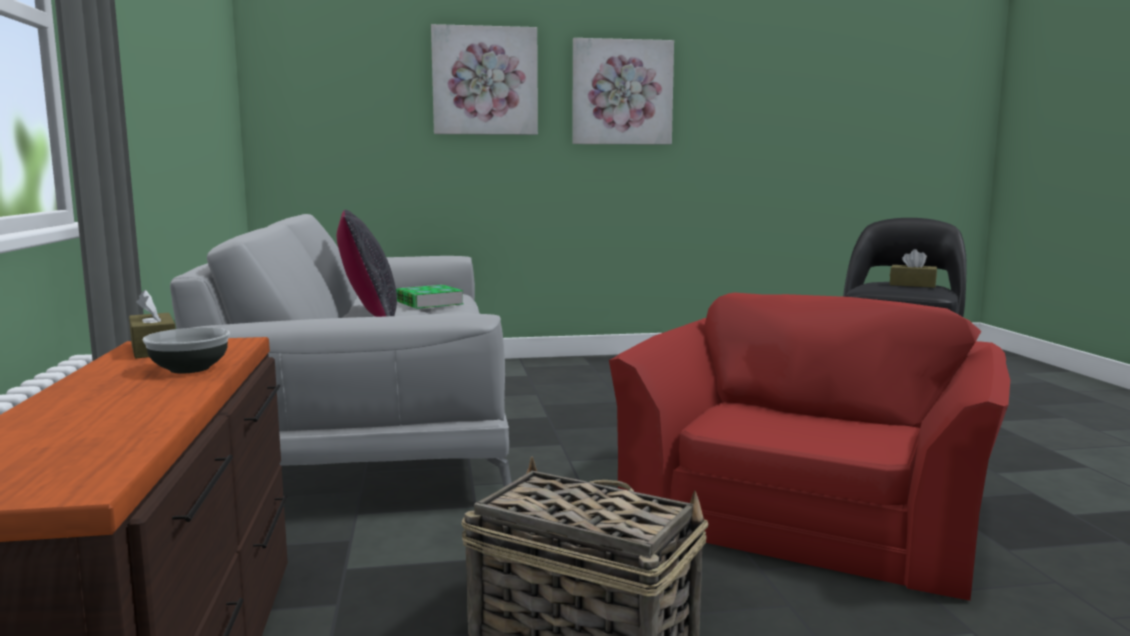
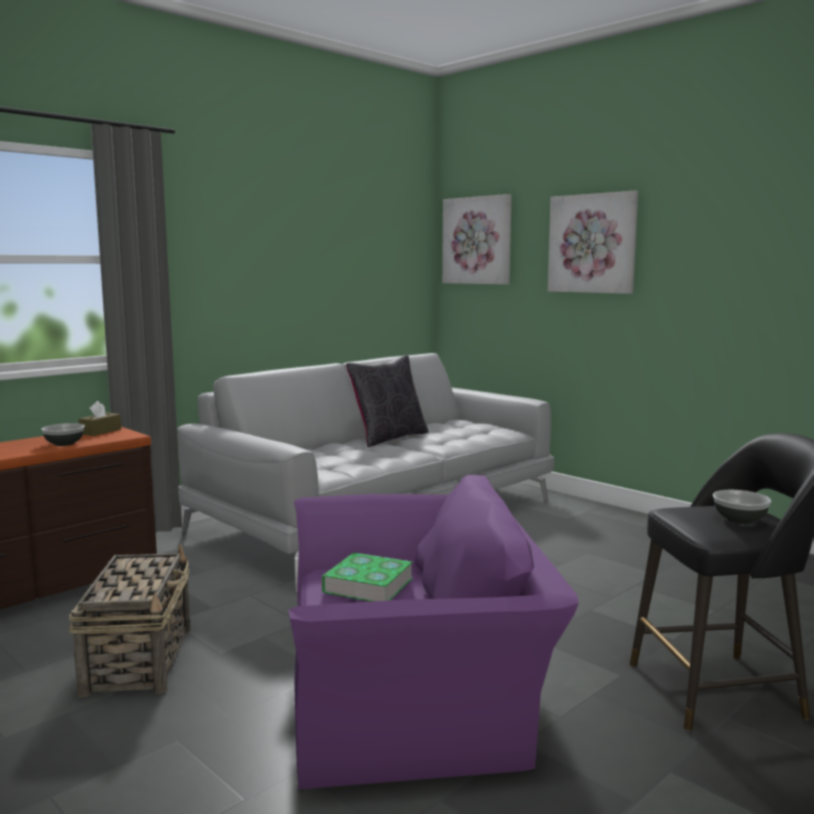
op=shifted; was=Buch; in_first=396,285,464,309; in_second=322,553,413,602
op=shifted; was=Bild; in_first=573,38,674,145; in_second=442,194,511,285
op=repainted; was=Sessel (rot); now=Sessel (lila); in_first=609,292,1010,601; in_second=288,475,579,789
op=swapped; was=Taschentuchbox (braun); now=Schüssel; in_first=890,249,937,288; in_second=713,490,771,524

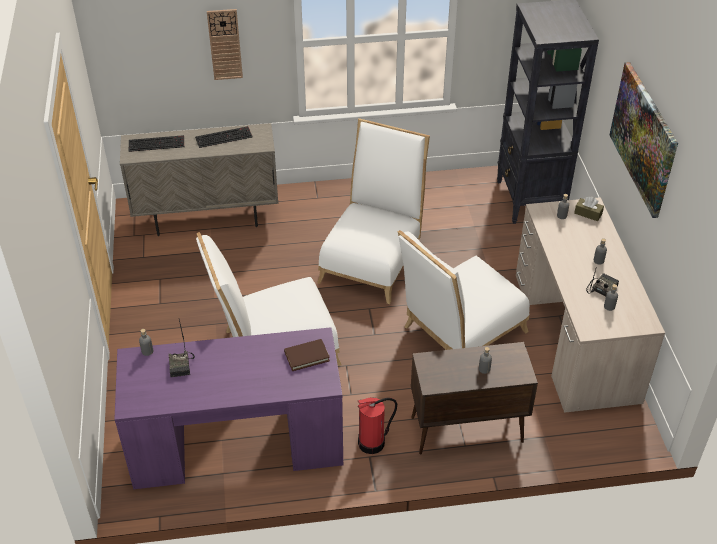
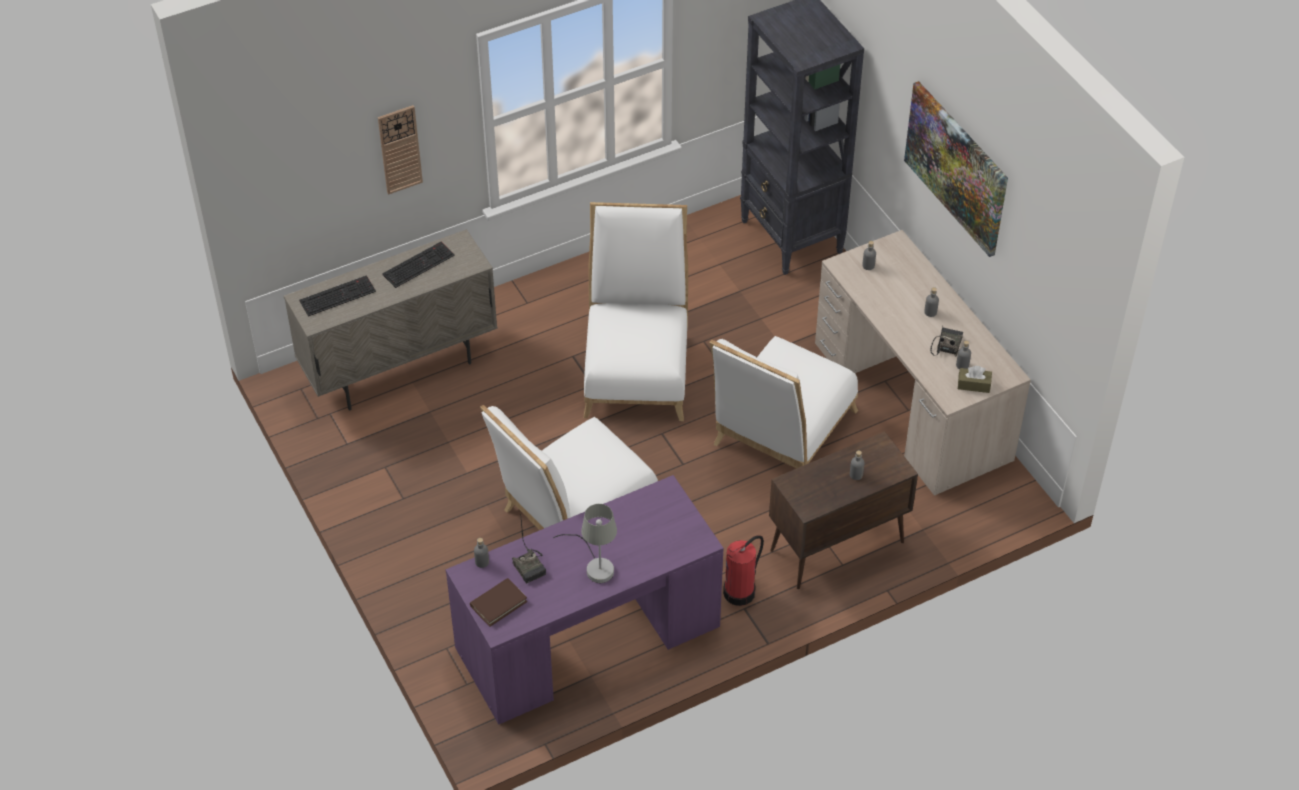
op=shifted; was=Buch (braun); in_first=284,339,330,371; in_second=470,578,527,627
op=shifted; was=Taschentuchbox (braun); in_first=574,197,604,221; in_second=958,366,992,393
op=new; now=Tischlampe (grau); in_second=553,504,617,583

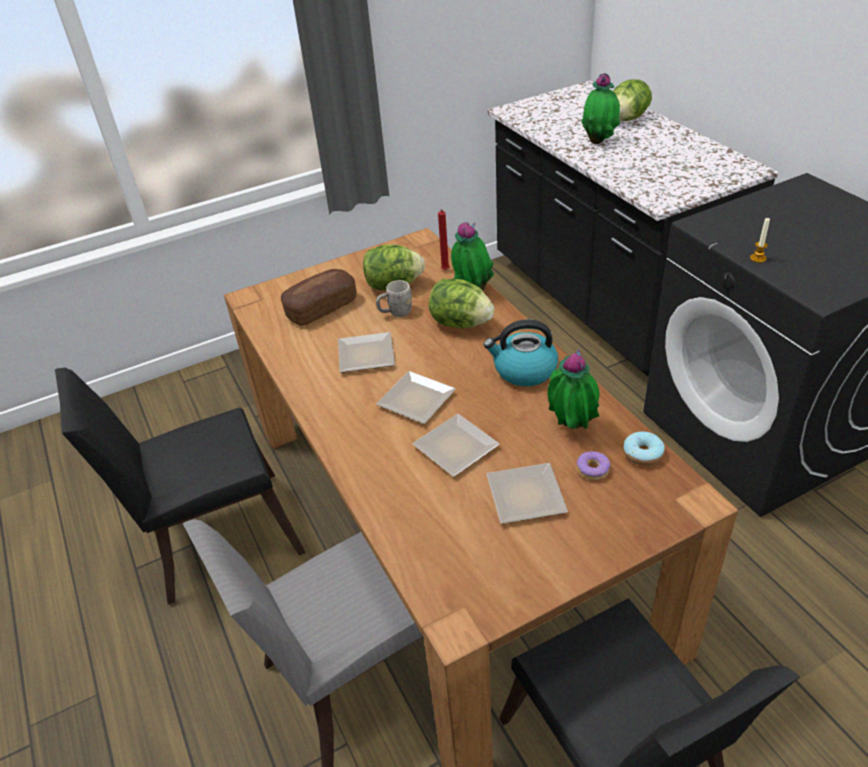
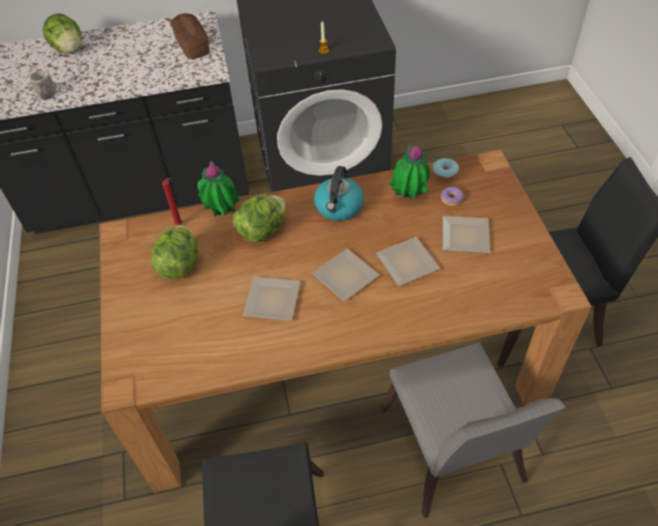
op=shifted; was=Brot; in_first=281,269,357,326; in_second=170,13,210,59
op=shifted; was=Henkelbecher (grau); in_first=376,280,412,317; in_second=30,70,55,100
op=gone; was=Topfpflanze; in_first=581,73,620,144

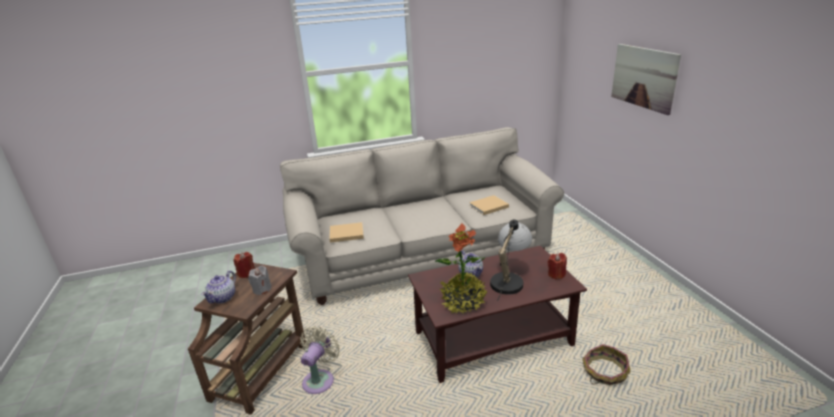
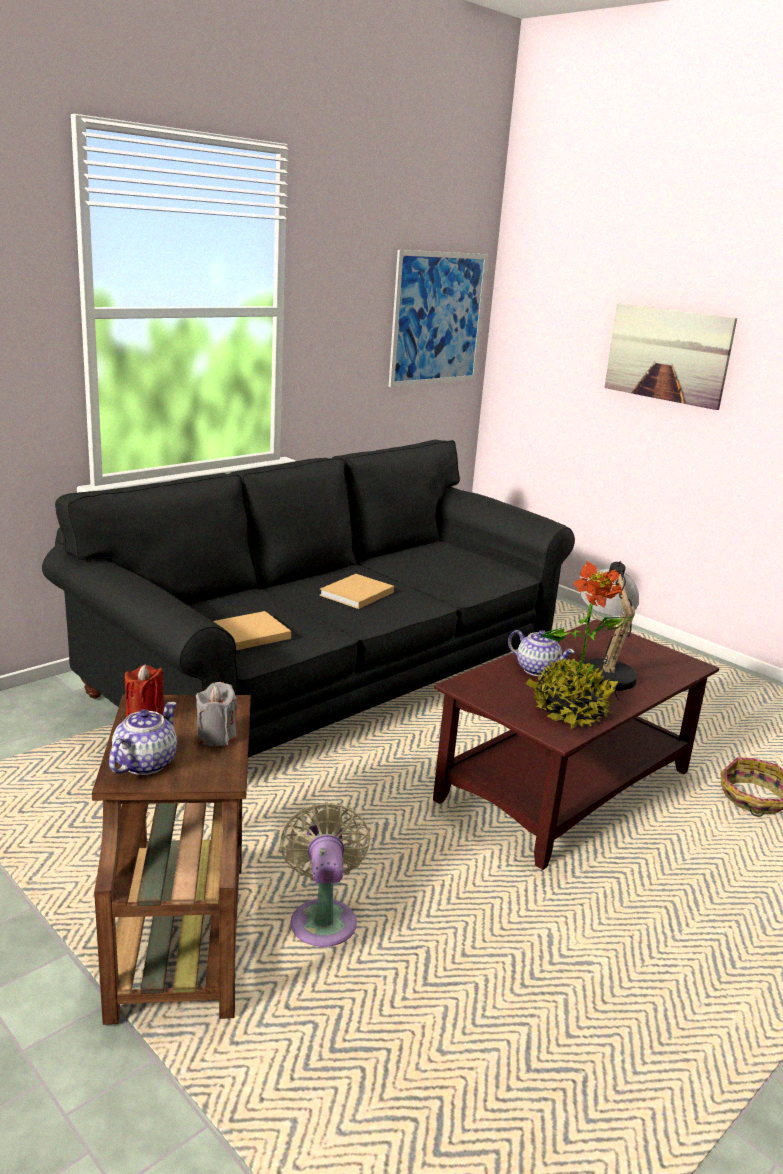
op=rotated; was=Teekanne; in_first=201,271,236,304; in_second=109,702,177,775; clockwise=-150
op=repainted; was=Sofa (beige); now=Sofa (schwarz); in_first=280,127,564,305; in_second=42,440,575,757
op=shifted; was=Buch (beige); in_first=469,195,509,215; in_second=319,574,394,609
op=gone; was=Kerze (rot); in_first=548,253,567,279
op=new; now=Bild; in_second=389,250,488,387

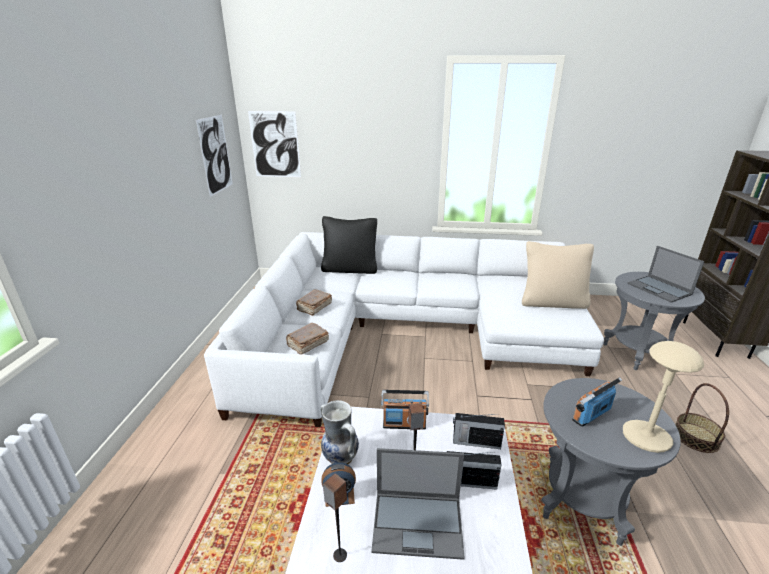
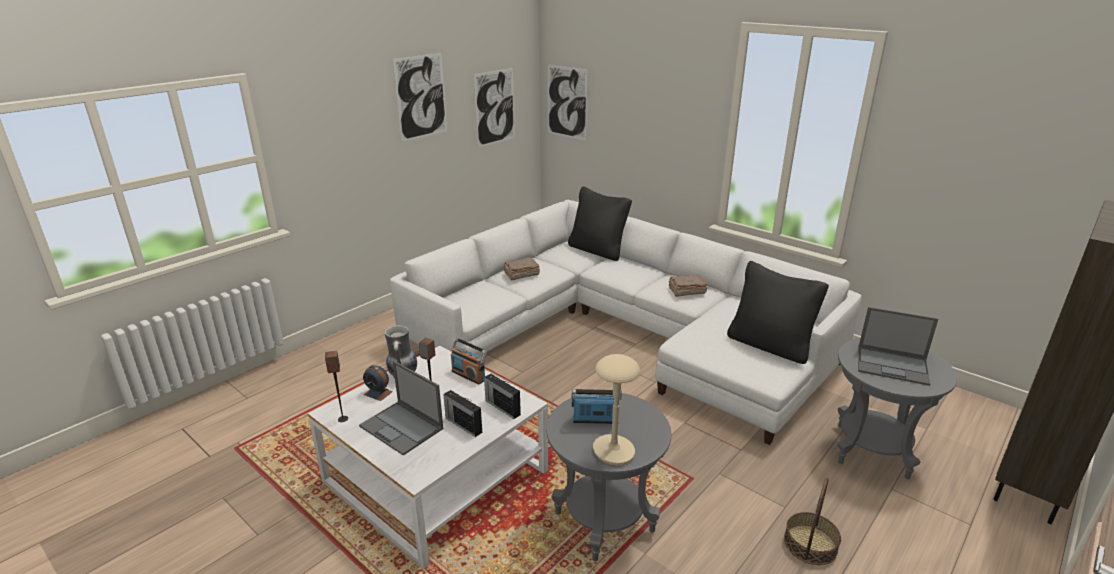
op=shifted; was=Buch (braun); in_first=286,323,329,354; in_second=669,274,708,297
op=repainted; was=Kissen (beige); now=Kissen (schwarz); in_first=522,241,594,309; in_second=727,261,829,364
op=rotated; was=Laptop; in_first=627,246,705,303; in_second=858,307,938,386; clockwise=-75
op=new; now=Bild; in_second=393,53,447,142

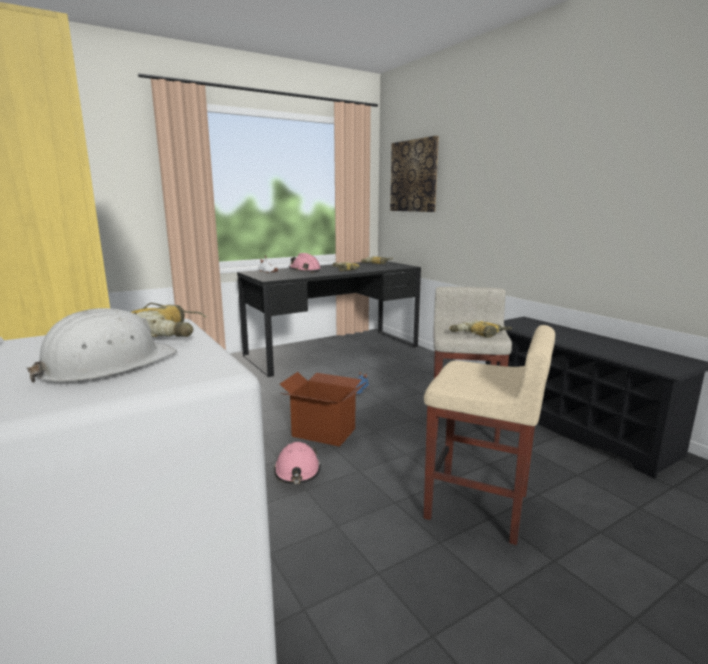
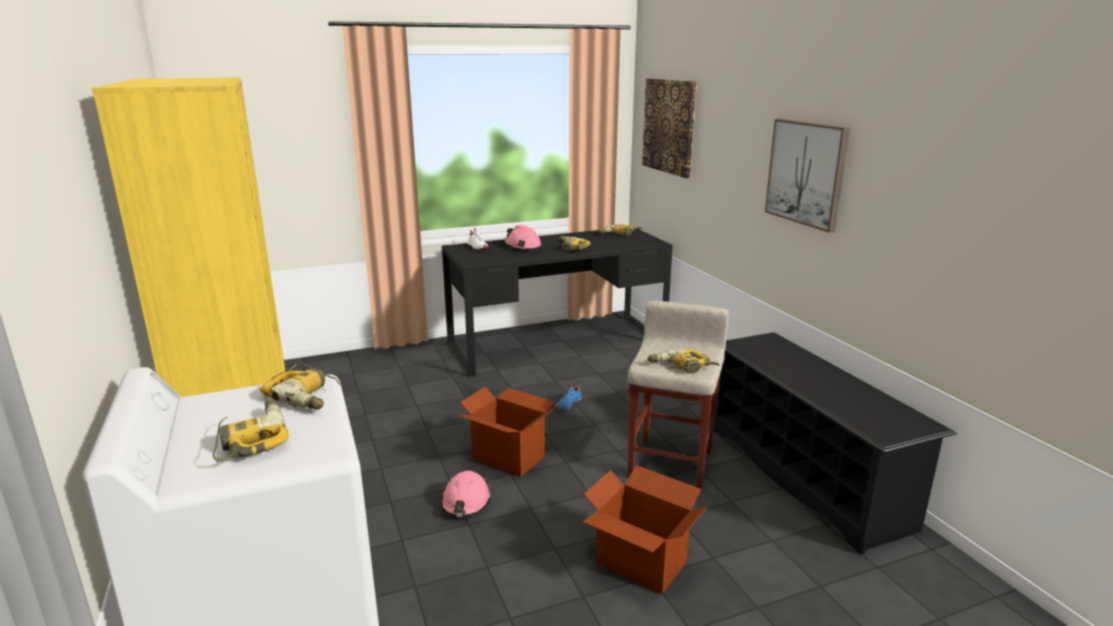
op=swapped; was=Schutzhelm (weiß); now=Bohrmaschine; in_first=27,308,177,383; in_second=213,399,288,461
op=swapped; was=Hocker (beige); now=Karton; in_first=424,325,555,545; in_second=583,465,707,595
op=new; now=Bild; in_second=765,119,850,233

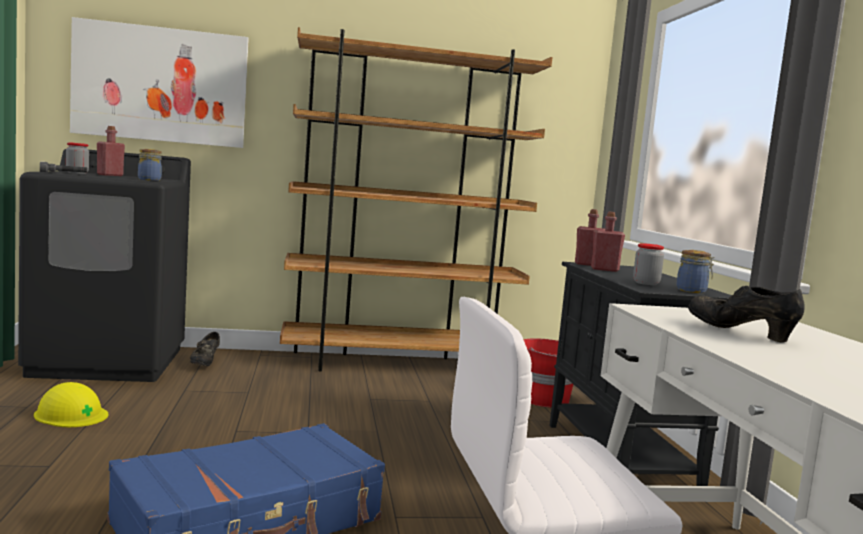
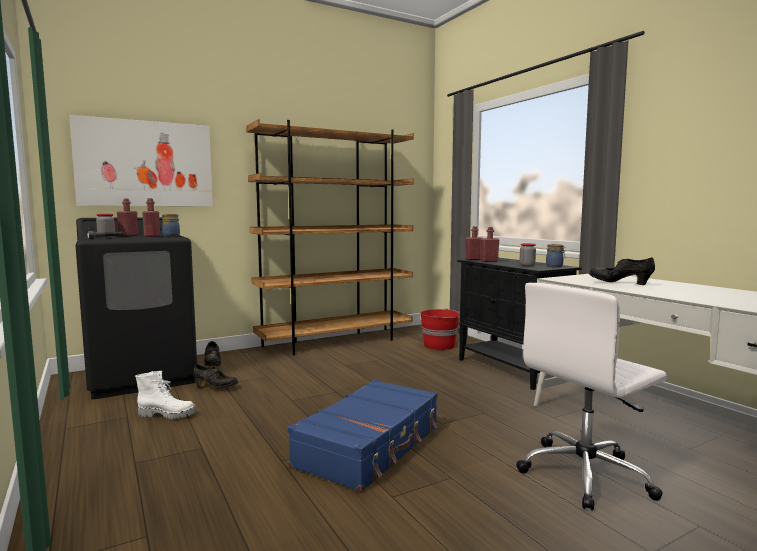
op=swapped; was=Schutzhelm (gelb); now=Stiefel (weiß); in_first=34,382,108,427; in_second=135,371,196,419
op=new; now=Flasche (rot); in_second=142,198,160,237
op=new; now=Schuh (schwarz); in_second=193,364,238,388

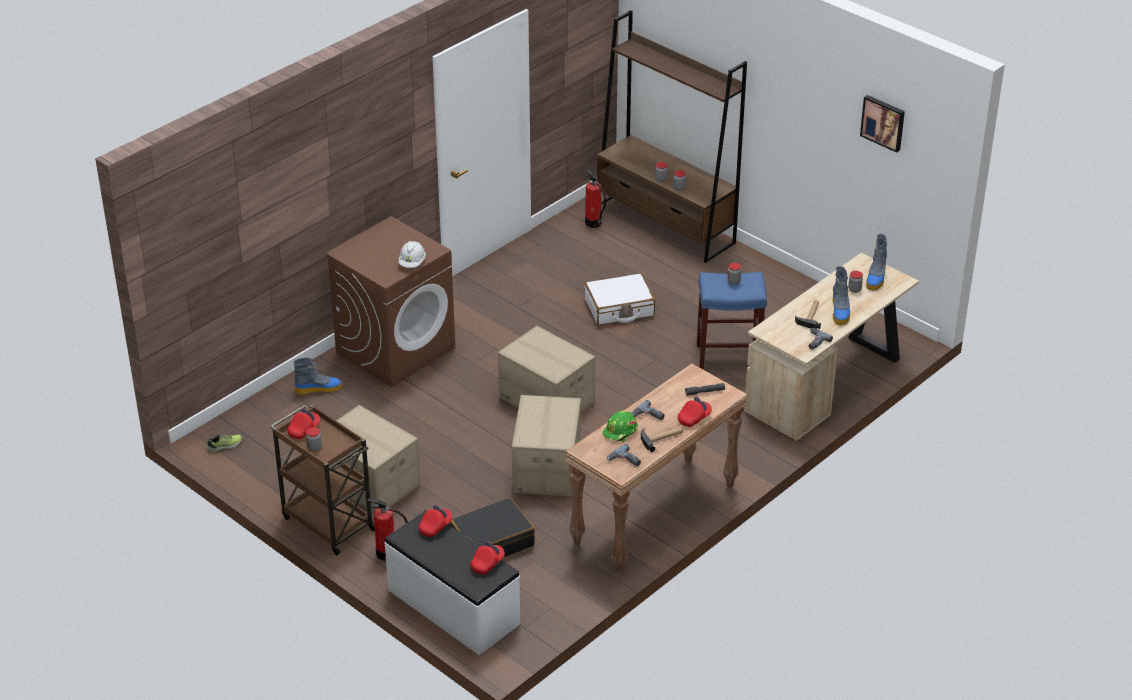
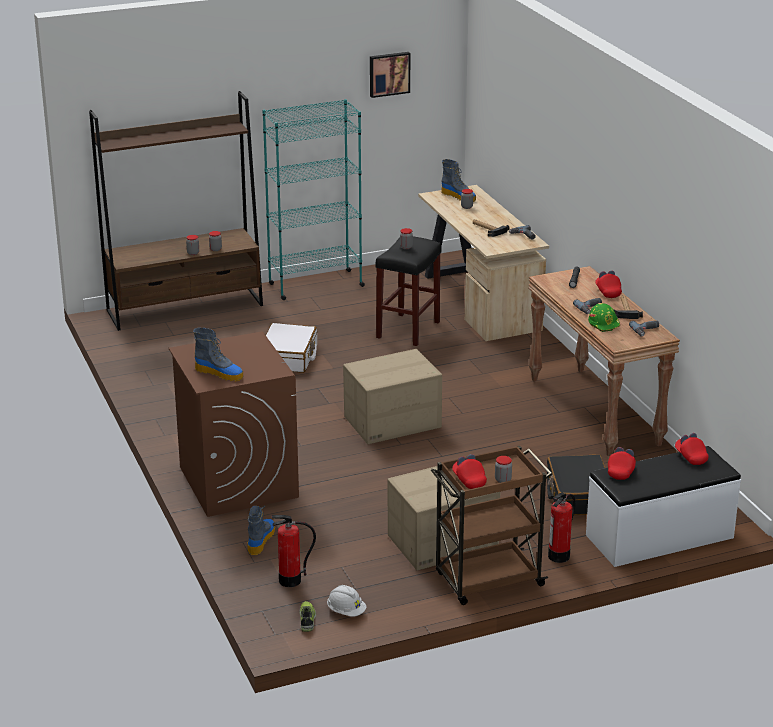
op=shifted; was=Schutzhelm (weiß); in_first=399,241,426,268; in_second=327,585,366,617
op=rotated; was=Kappe (rot); in_first=418,505,452,537; in_second=608,447,636,480; clockwise=45
op=gone; was=Karton; in_first=512,395,581,497
op=shifted; was=Feuerlöscher; in_first=585,169,606,228; in_second=271,515,316,587
op=repainted; was=Hocker (blau); now=Hocker (schwarz); in_first=697,272,767,370; in_second=375,236,441,346
op=shifted; was=Stiefel; in_first=833,266,850,325; in_second=193,328,243,381
op=new; now=Bücherregal (türkis); in_second=262,99,365,300

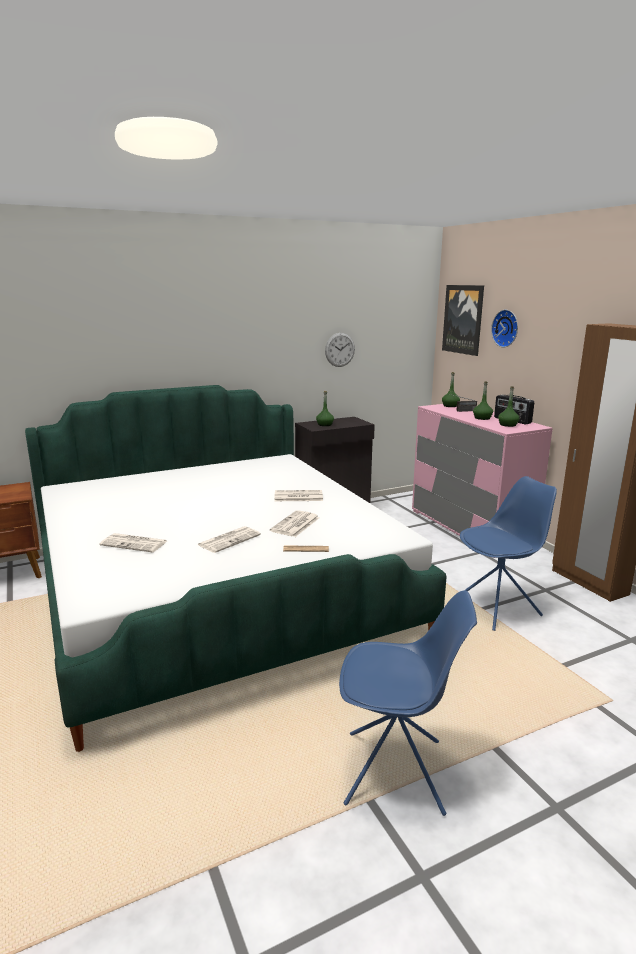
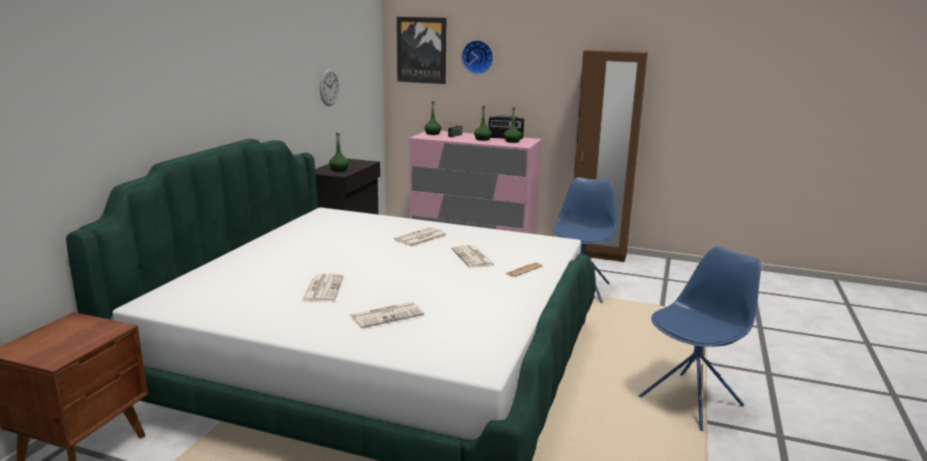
op=shifted; was=Zeitung; in_first=198,526,261,553; in_second=302,274,344,302

